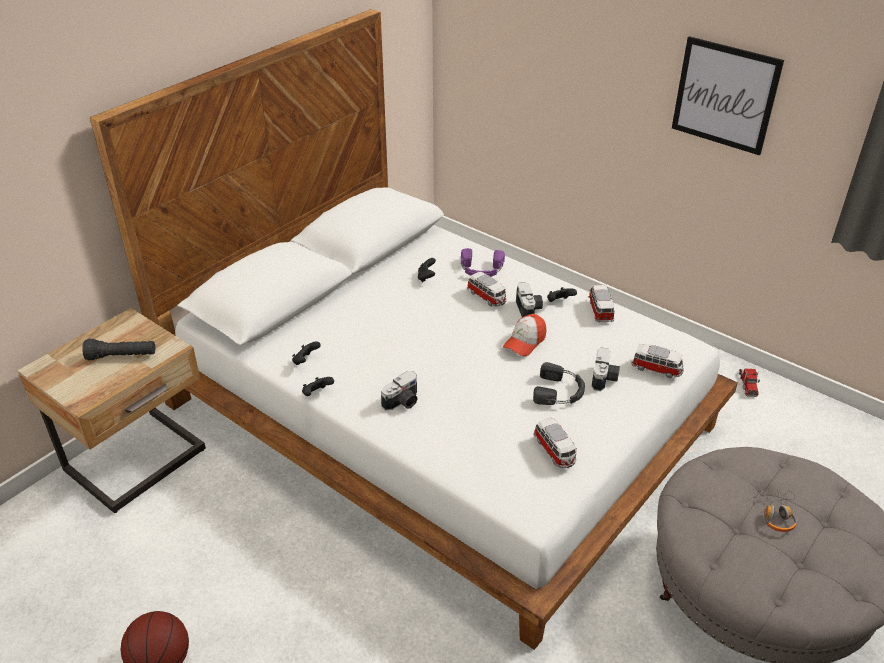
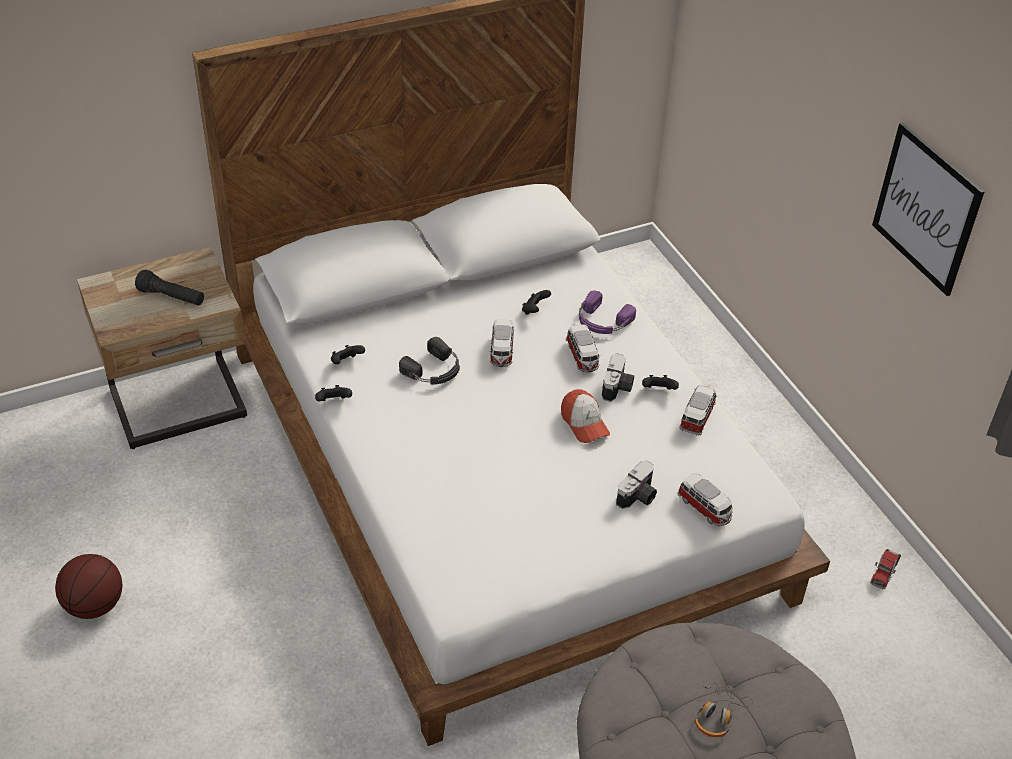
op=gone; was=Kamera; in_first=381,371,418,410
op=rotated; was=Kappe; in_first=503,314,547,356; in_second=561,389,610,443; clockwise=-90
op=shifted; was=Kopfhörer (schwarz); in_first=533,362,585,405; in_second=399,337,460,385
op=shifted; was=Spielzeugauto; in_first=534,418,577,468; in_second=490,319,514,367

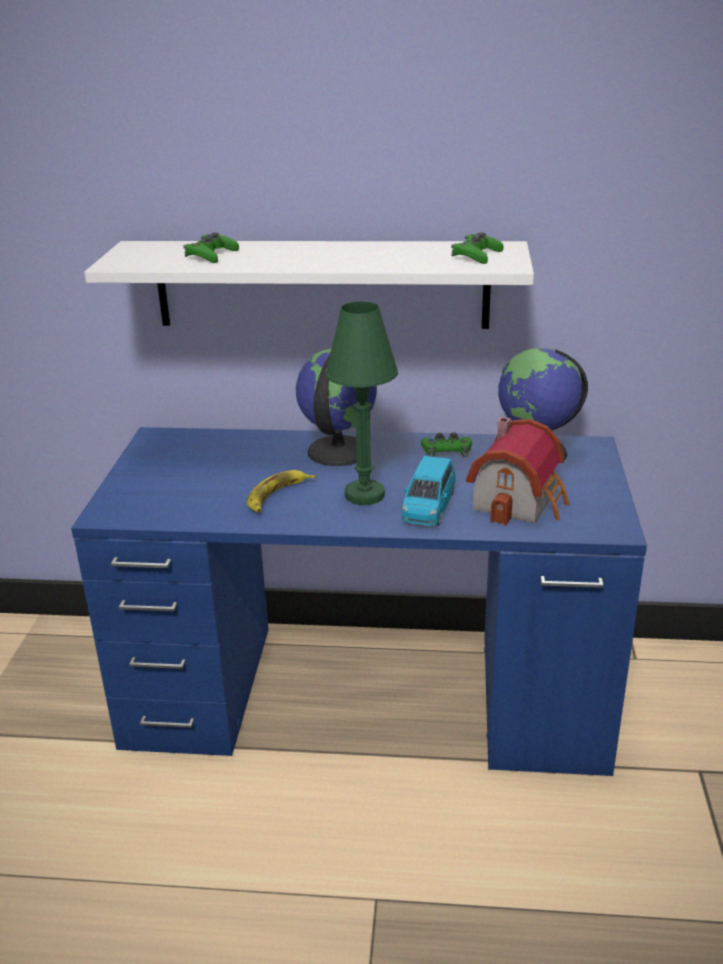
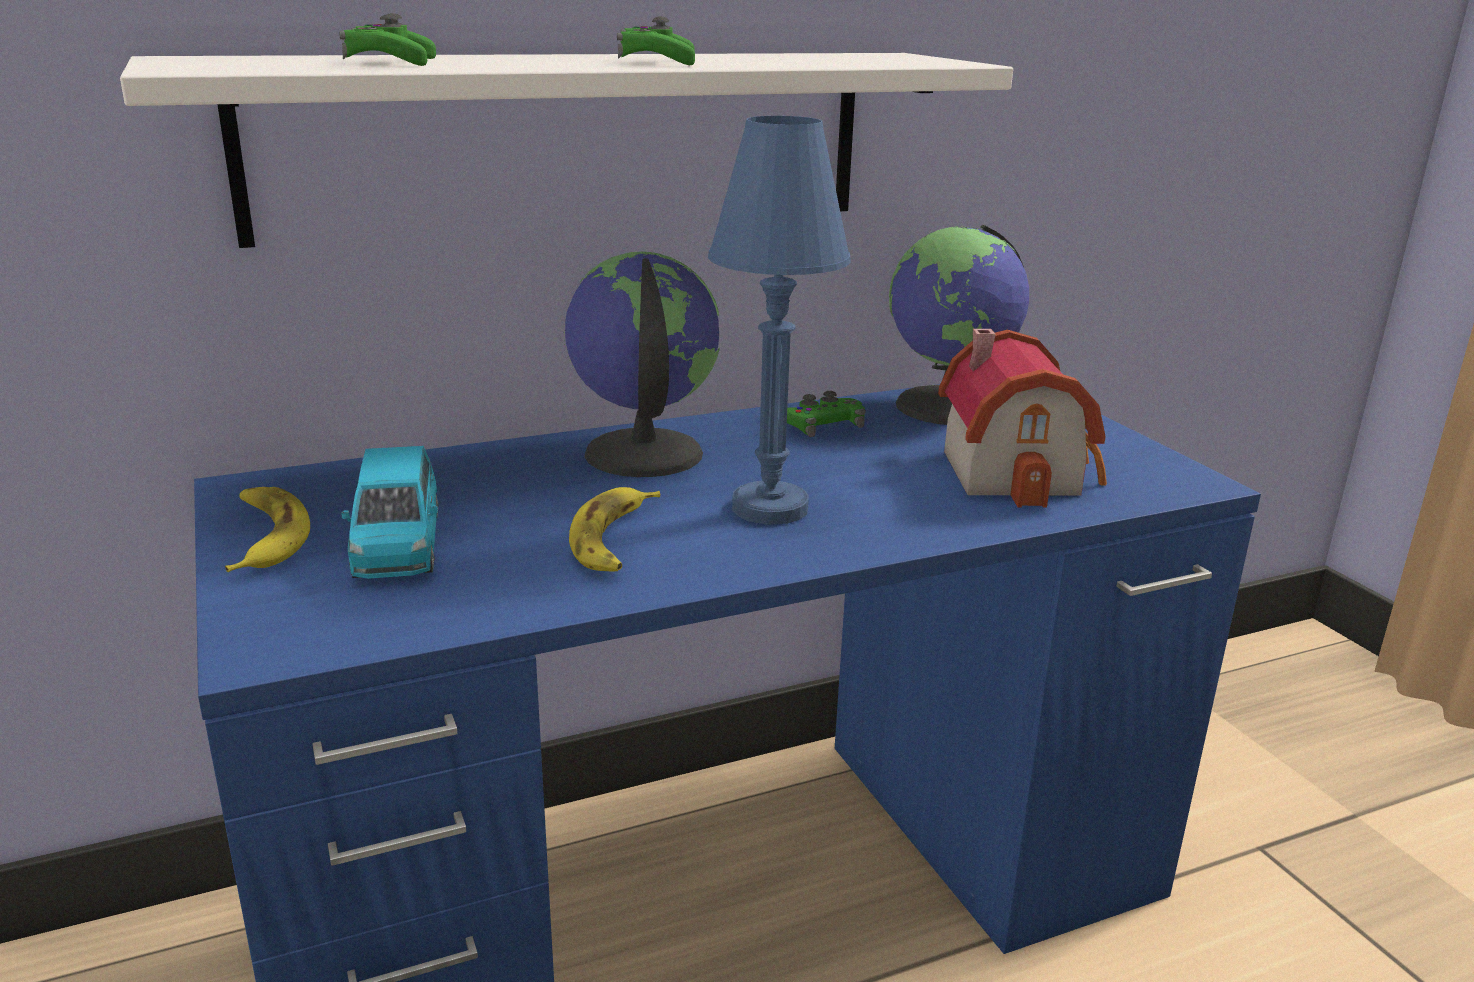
op=repainted; was=Tischlampe (grün); now=Tischlampe (blau); in_first=325,301,398,505; in_second=708,116,851,525
op=shifted; was=Spielzeugauto (blau); in_first=401,456,456,526; in_second=341,446,439,579
op=shifted; was=Gamepad (grün); in_first=451,232,503,264; in_second=617,16,695,65
op=new; now=Banane; in_second=225,487,310,572

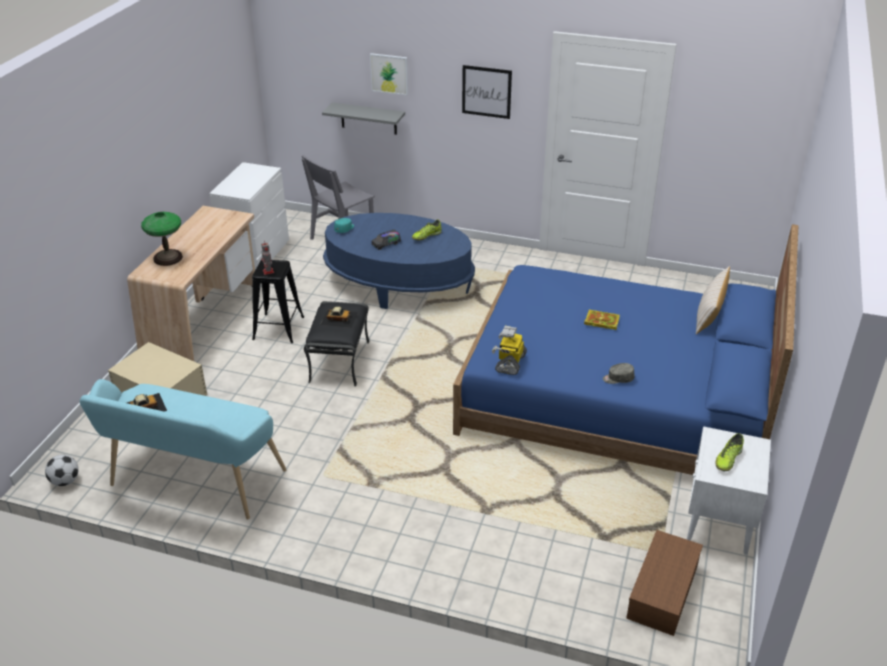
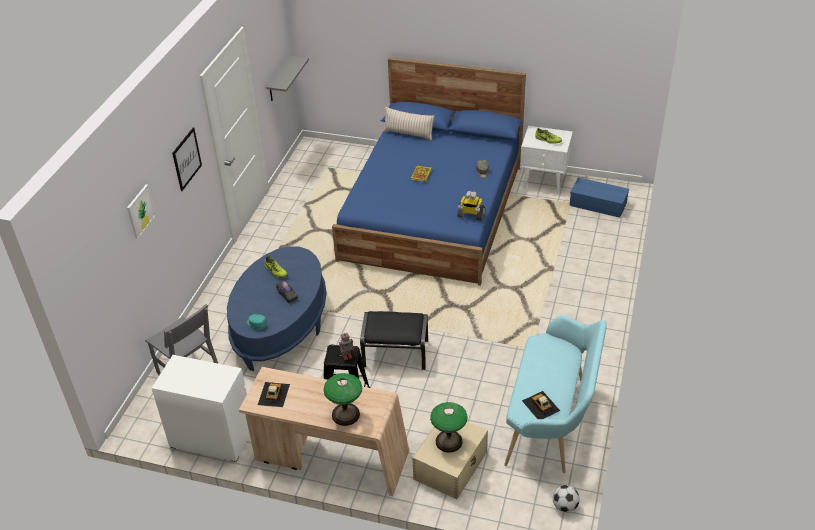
op=shifted; was=Spielzeugauto; in_first=320,306,358,328; in_second=258,382,290,407
op=shifted; was=Wandregal (grau); in_first=322,102,405,135; in_second=266,56,309,101
op=repainted; was=Aufbewahrungsbox (braun); now=Aufbewahrungsbox (blau); in_first=626,530,703,636; in_second=570,177,629,218
op=new; now=Tischlampe; in_second=430,402,468,453

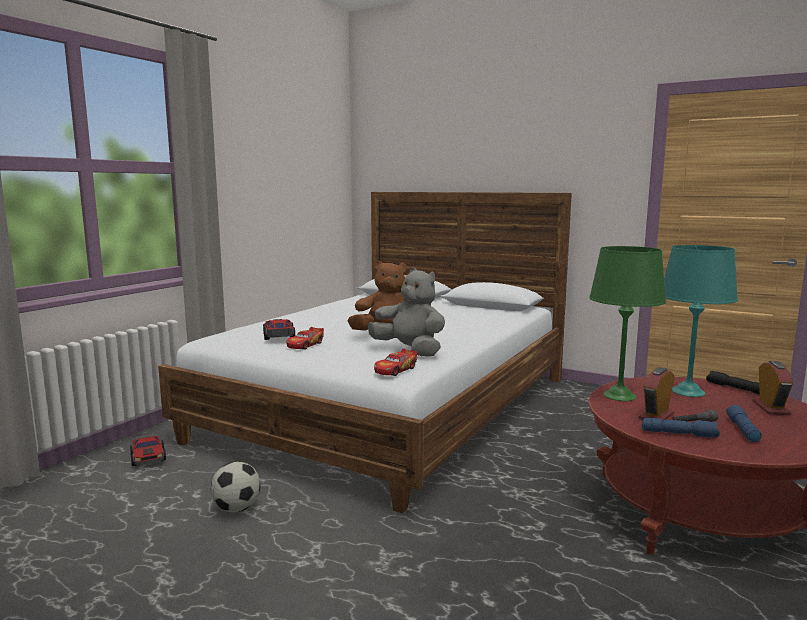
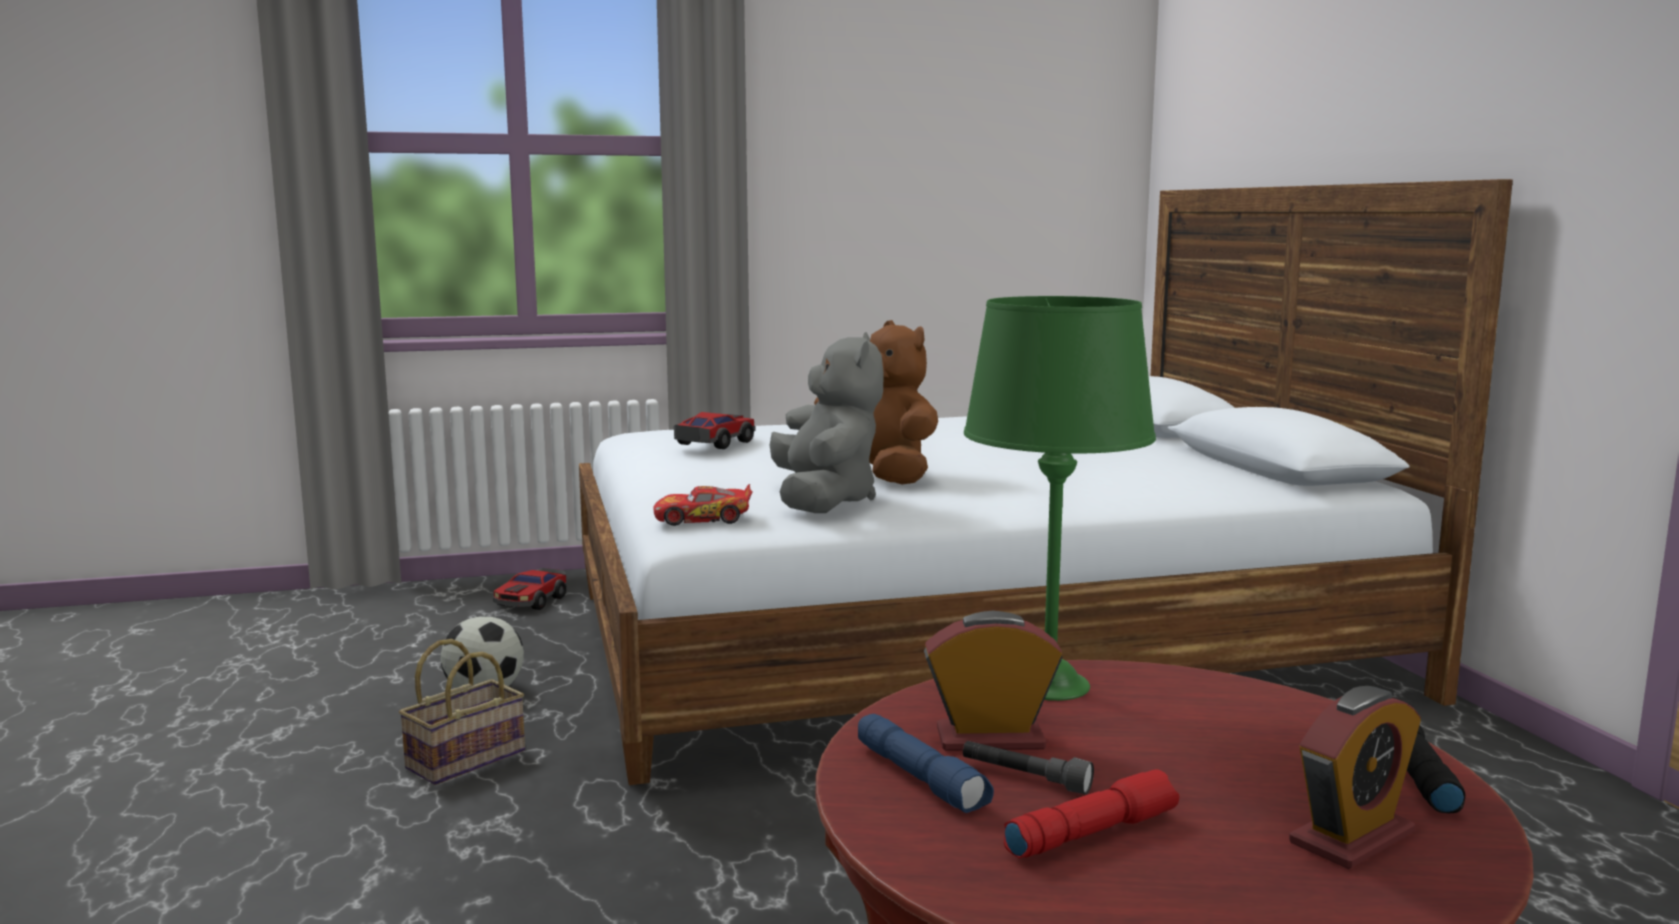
op=gone; was=Spielzeugauto; in_first=287,327,324,350
op=gone; was=Tischlampe (türkis); in_first=664,245,738,397
op=repainted; was=Taschenlampe (blau); now=Taschenlampe (rot); in_first=726,405,762,442; in_second=1004,769,1179,858
op=new; now=Korb; in_second=399,639,525,785

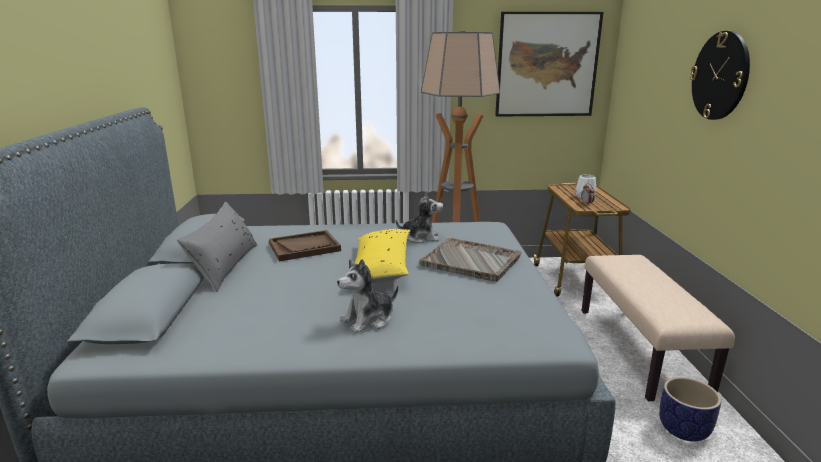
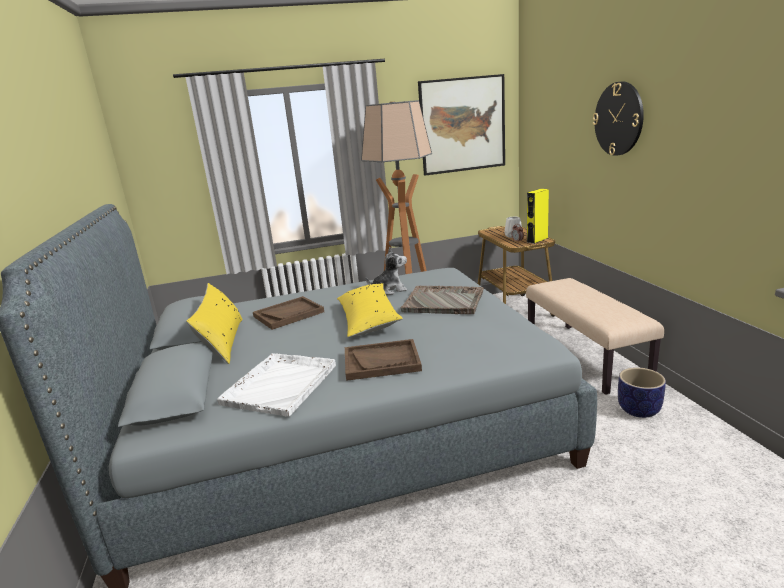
op=repainted; was=Kissen (grau); now=Kissen (gelb); in_first=177,202,257,292; in_second=186,283,243,364
op=swapped; was=Plüschtier; now=Tablett (braun); in_first=337,259,398,333; in_second=345,339,422,381
op=new; now=Tablett (weiß); in_second=217,353,336,417
op=new; now=Lautsprecher (gelb); in_second=527,189,549,244

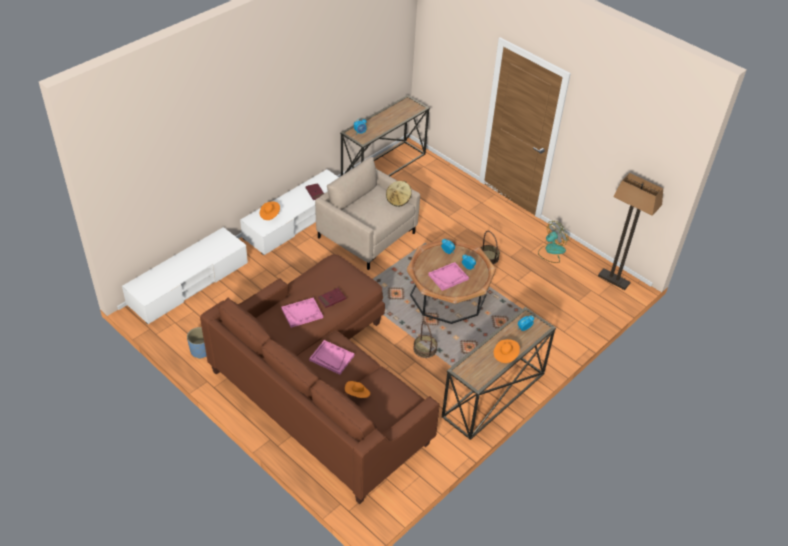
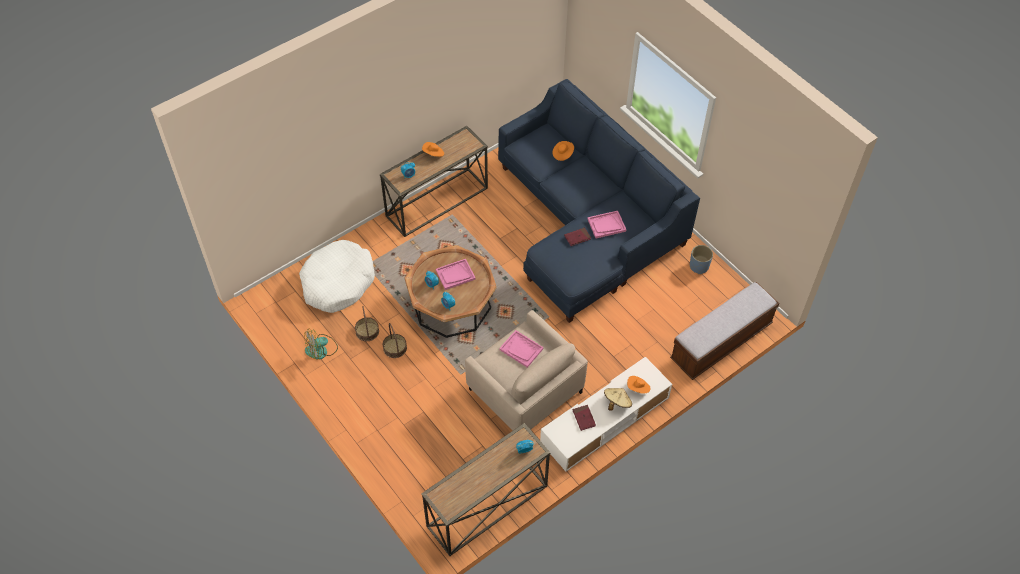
op=swapped; was=Fernsehschrank (weiß); now=Bank; in_first=122,227,248,324; in_second=670,282,780,380
op=repainted; was=Sofa (braun); now=Sofa (blau); in_first=200,254,440,504; in_second=498,79,700,323
op=shifted; was=Tablett (rosa); in_first=309,340,355,375; in_second=499,330,543,368
op=shifted; was=Hut (beige); in_first=386,181,412,207; in_second=604,388,632,411
op=shifted; was=Korb; in_first=413,321,437,358; in_second=355,306,379,341
op=gone; was=Stehlampe; in_first=598,173,663,290
op=new; now=Hundebett (weiß); in_second=299,240,375,313

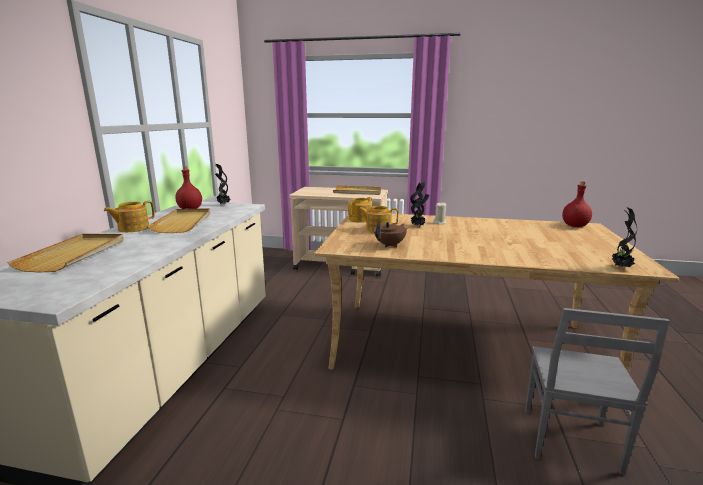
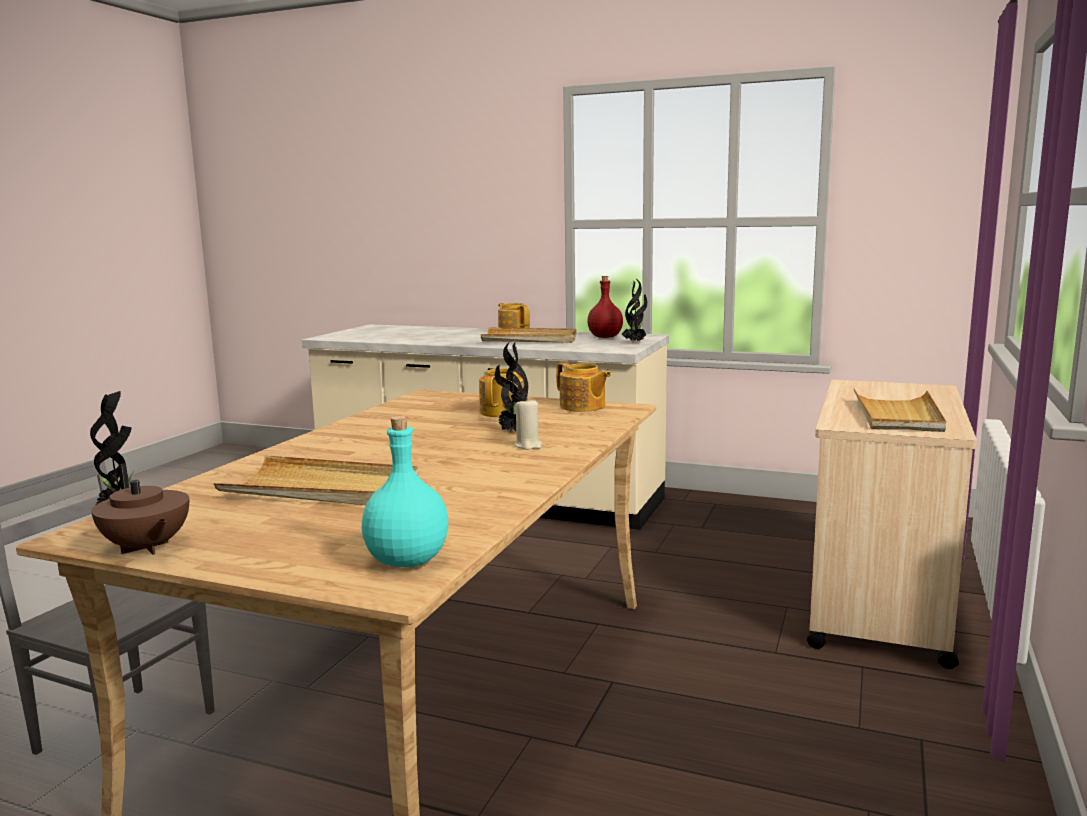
op=shifted; was=Tablett (beige); in_first=7,234,124,272; in_second=213,456,418,505
op=shifted; was=Teekanne (braun); in_first=374,221,407,247; in_second=91,463,189,555
op=repainted; was=Flasche (rot); now=Flasche (türkis); in_first=562,181,592,227; in_second=362,416,448,567

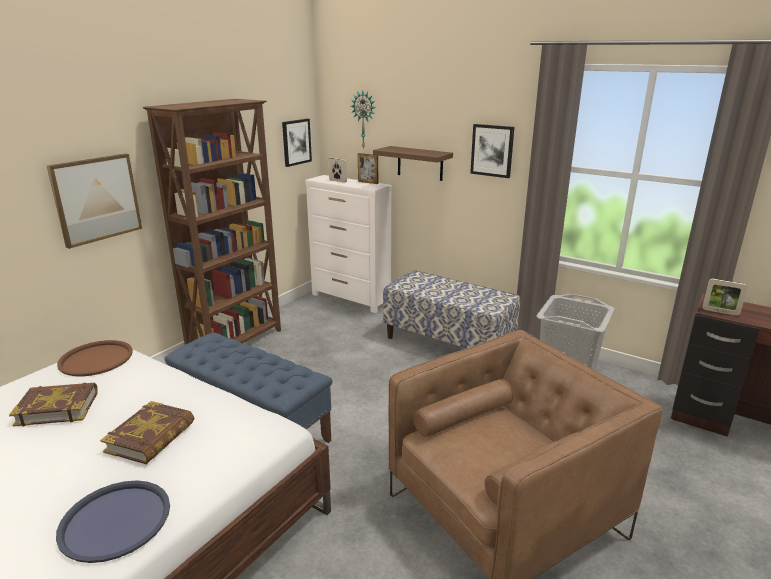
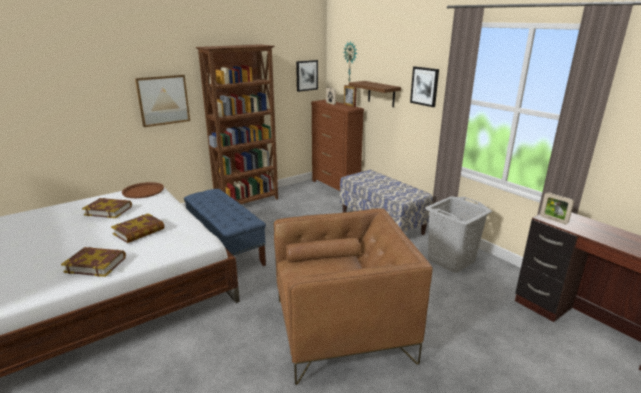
op=swapped; was=Tablett (blau); now=Buch; in_first=56,481,170,563; in_second=61,247,126,277
op=repainted; was=Kommode (weiß); now=Kommode (braun); in_first=305,175,392,313; in_second=311,100,364,191

